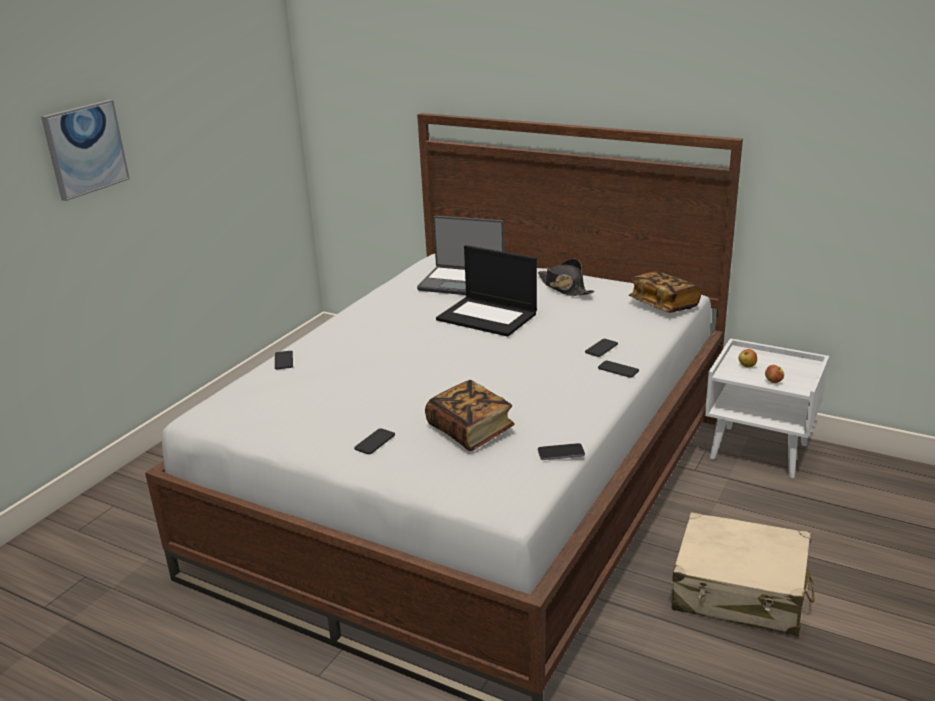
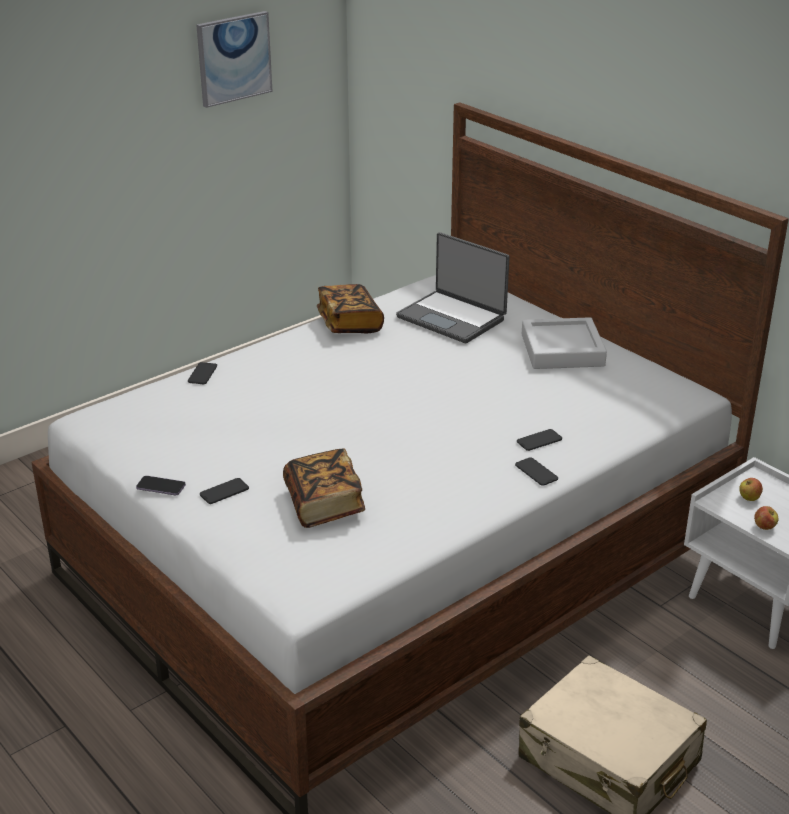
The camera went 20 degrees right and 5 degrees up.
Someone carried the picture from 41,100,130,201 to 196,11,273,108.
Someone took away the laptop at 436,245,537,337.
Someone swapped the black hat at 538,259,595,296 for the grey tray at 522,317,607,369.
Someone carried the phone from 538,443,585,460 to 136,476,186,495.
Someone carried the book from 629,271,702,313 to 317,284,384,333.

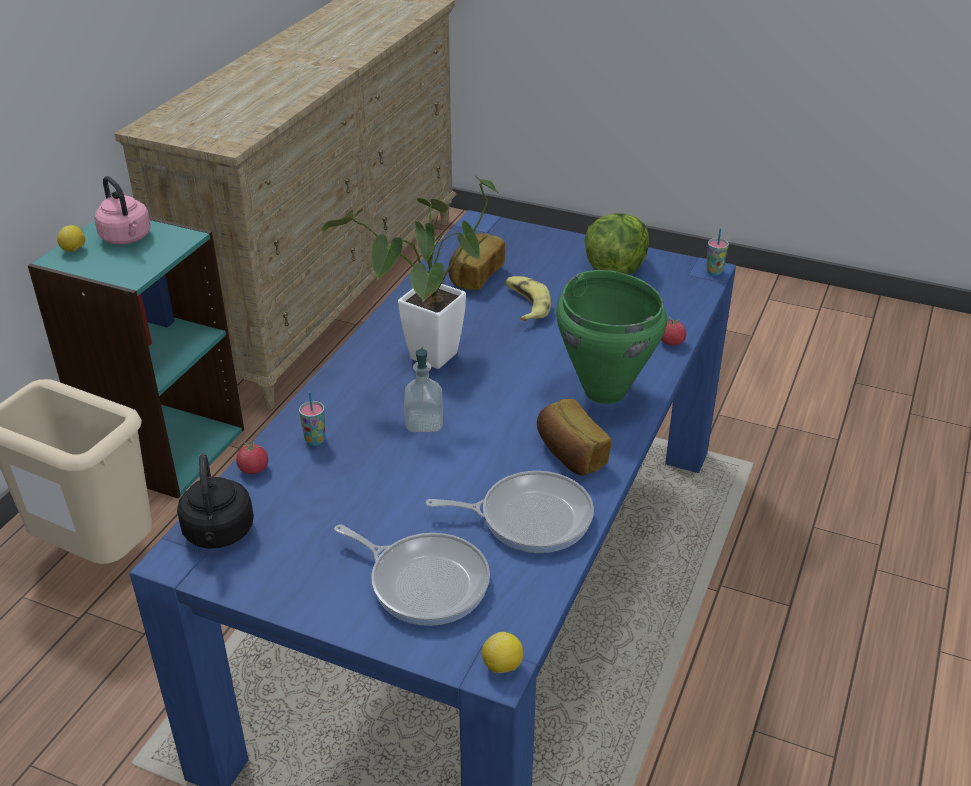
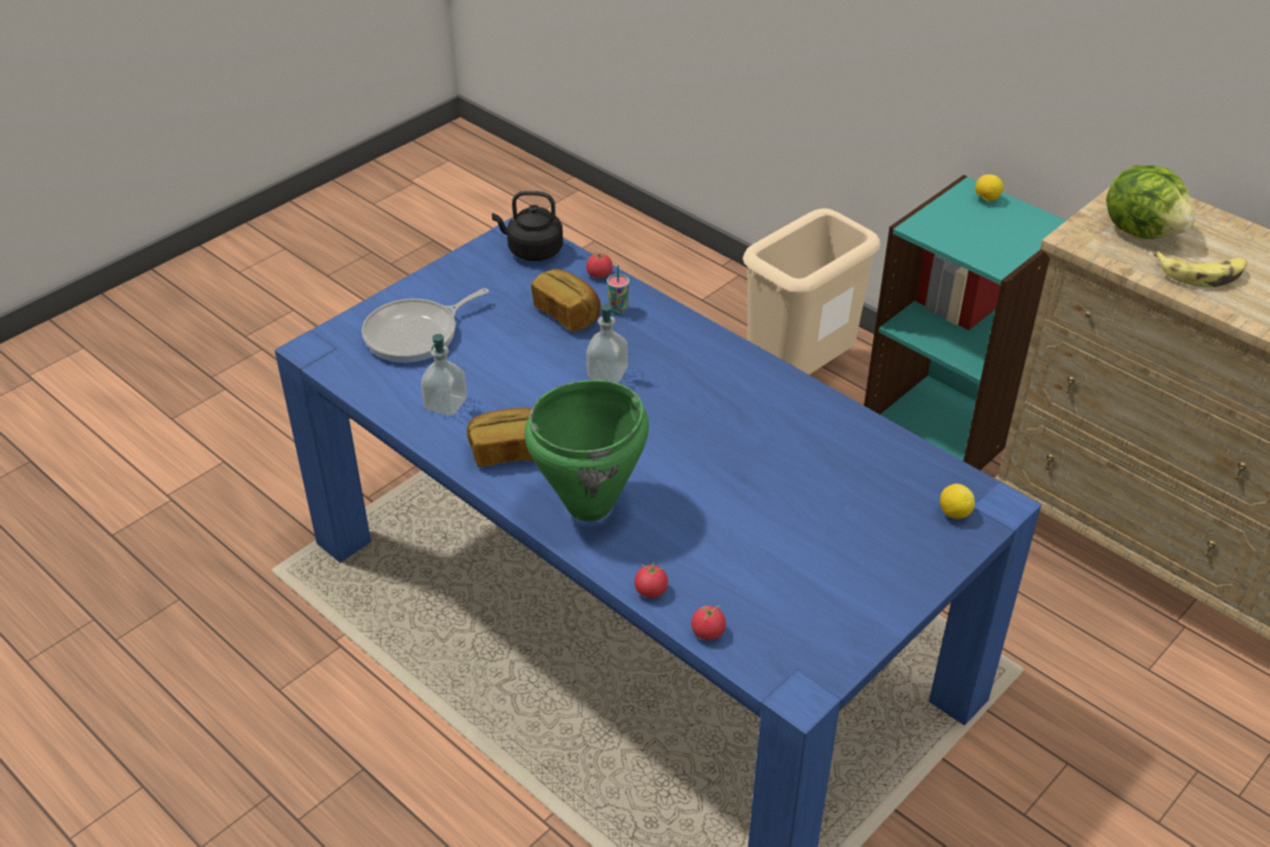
The camera went 110 degrees right and 5 degrees up.
Someone took away the pink kettle at 94,176,151,244.
Someone took away the potted plant at 321,176,498,369.
Someone swapped the frying pan at 426,471,594,553 for the soap dispenser at 421,334,467,415.
Someone carried the bread from 448,233,505,290 to 531,269,601,332.
Someone carried the lemon from 482,632,523,673 to 940,484,975,519.
Someone carried the banana from 505,276,551,322 to 1154,251,1247,287.
Someone carried the lettuce from 585,213,649,275 to 1106,165,1195,239.
Someone took away the cup at 706,228,729,276.
Someone put down the tomato at 691,605,726,640.

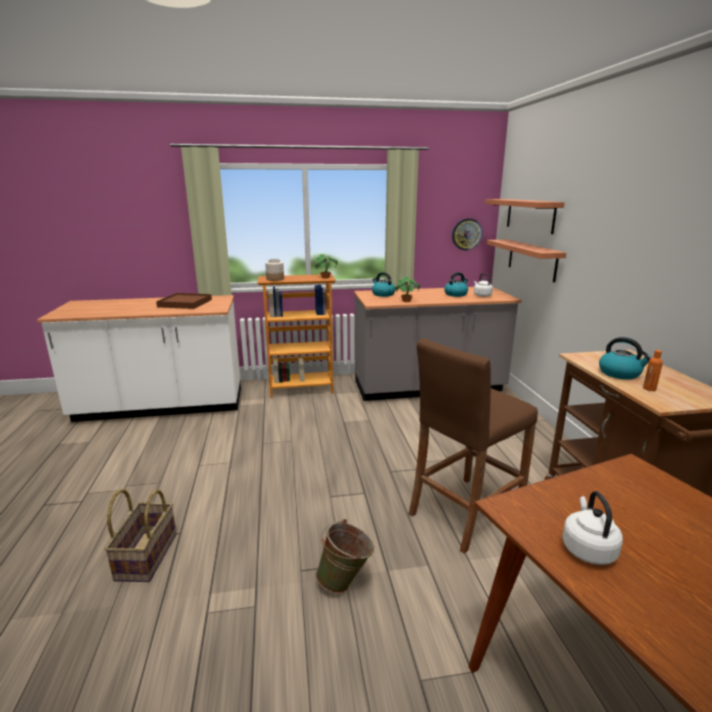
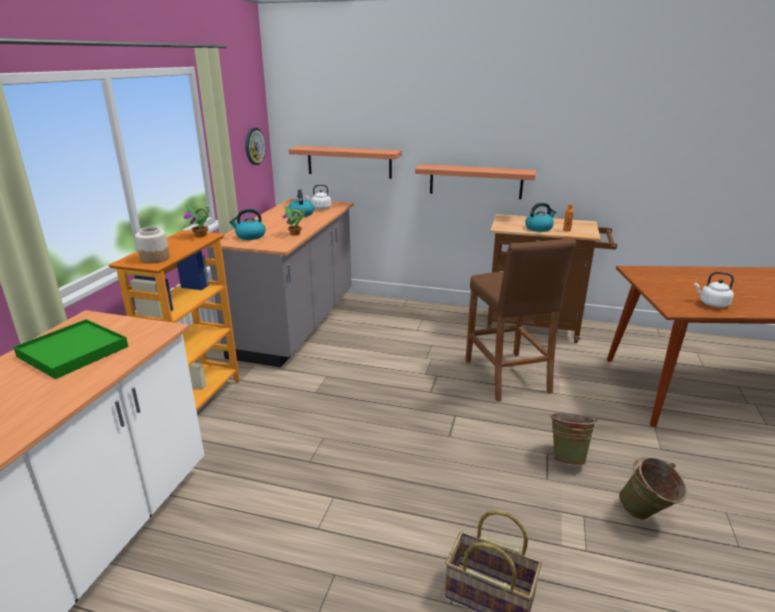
The camera went 65 degrees left and 5 degrees up.
Someone repainted the brown tray at 156,293,212,309, which became the green tray at 13,319,128,379.
Someone carried the shelf from 485,199,564,234 to 415,164,536,199.
Someone put down the green bucket at 619,457,687,520.

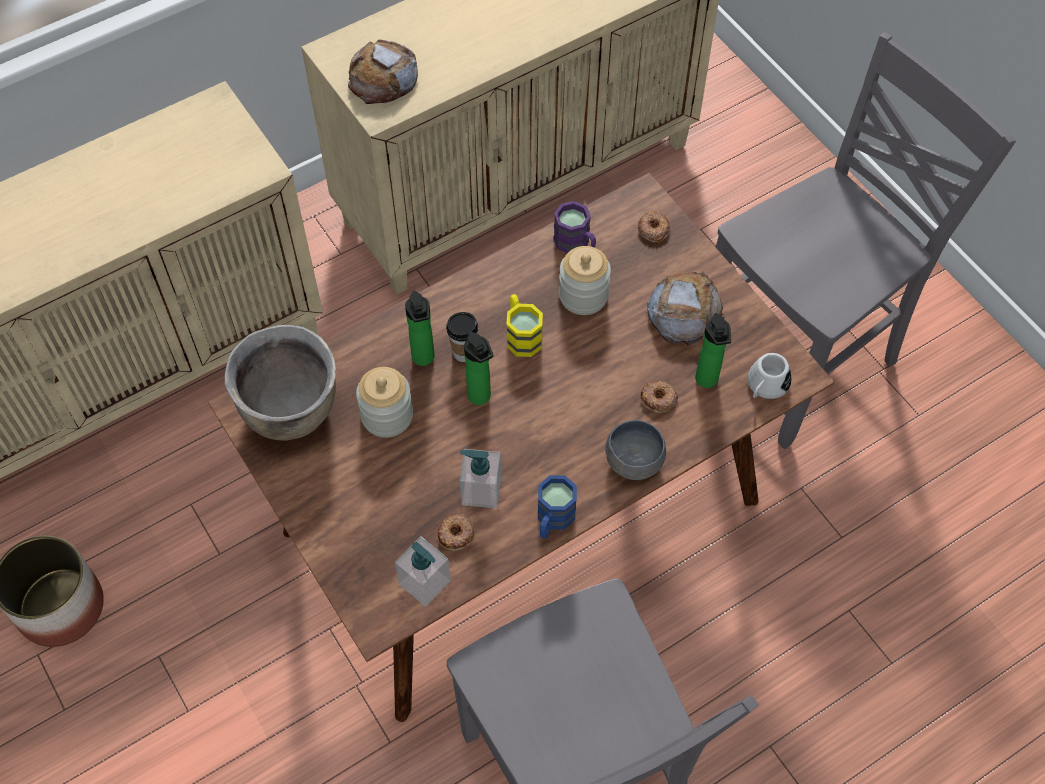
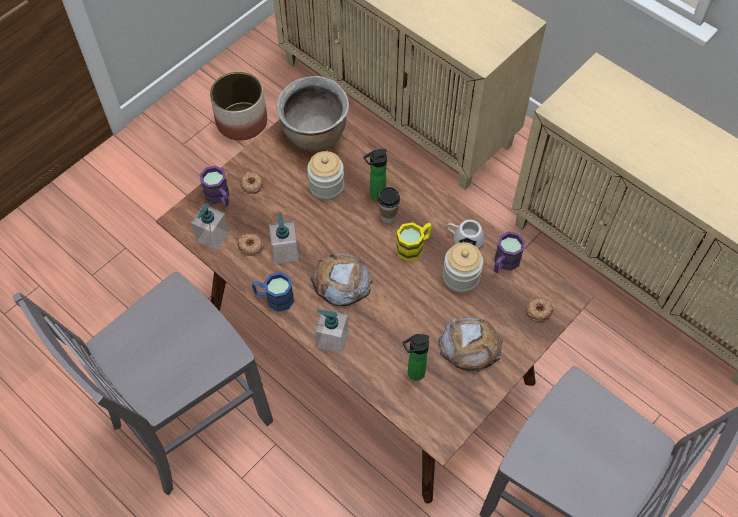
The camera went 75 degrees right and 0 degrees up.
Someone carried the bread from 348,39,418,104 to 310,253,372,306.
Someone took away the bottle at 464,332,494,405.
Someone swapped the grey bowl at 605,420,666,480 for the soap dispenser at 315,309,348,354.
Someone carried the donut from 641,381,678,413 to 240,171,263,194.
Someone carried the white mug from 747,353,792,399 to 447,220,484,249.
Someone put down the purple mug at 200,166,229,206.

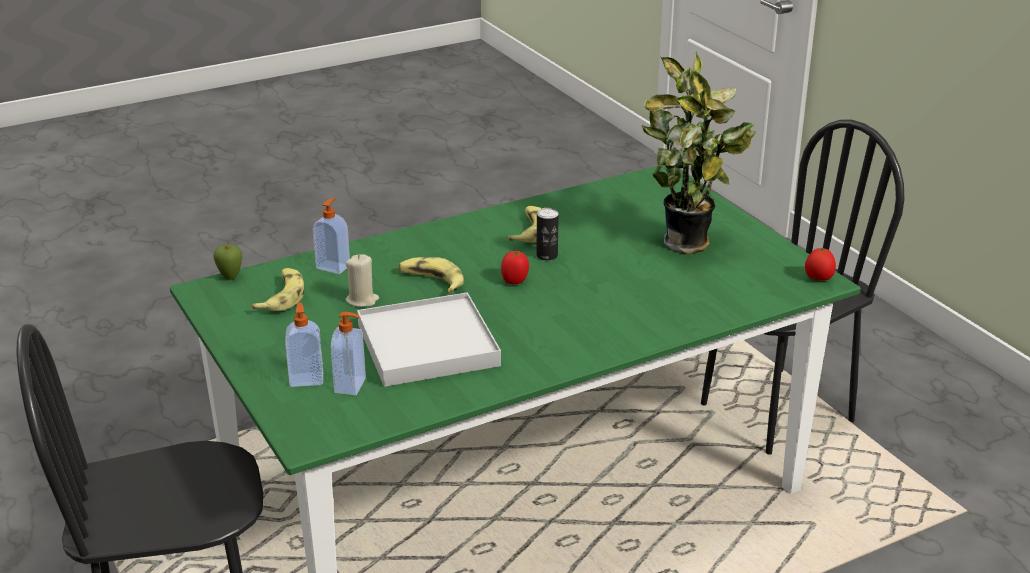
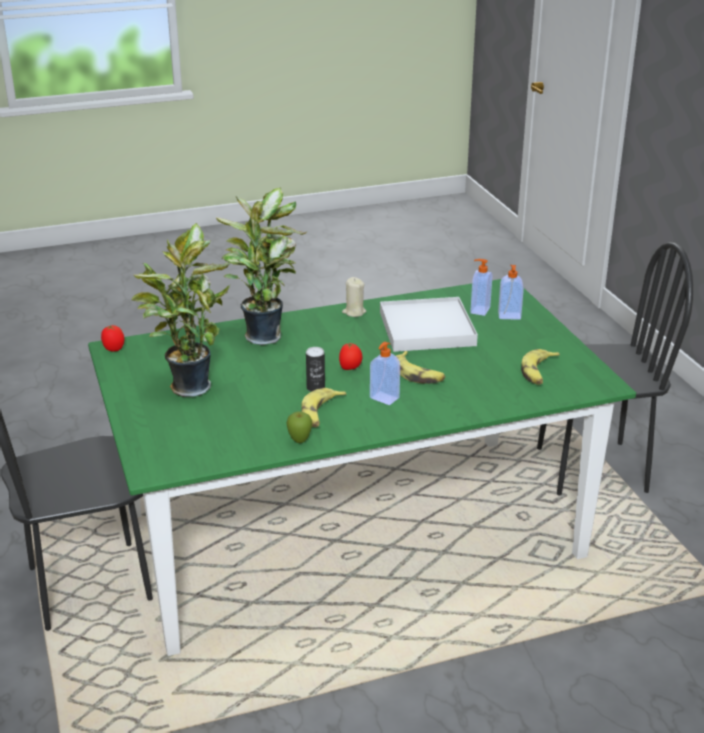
The camera went 170 degrees left and 0 degrees up.
Someone carried the apple from 213,244,242,280 to 286,411,312,443.
Someone carried the soap dispenser from 313,198,350,274 to 370,342,400,405.
Someone carried the beige candle from 345,254,379,307 to 342,277,366,317.
Someone put down the potted plant at 216,187,308,345.

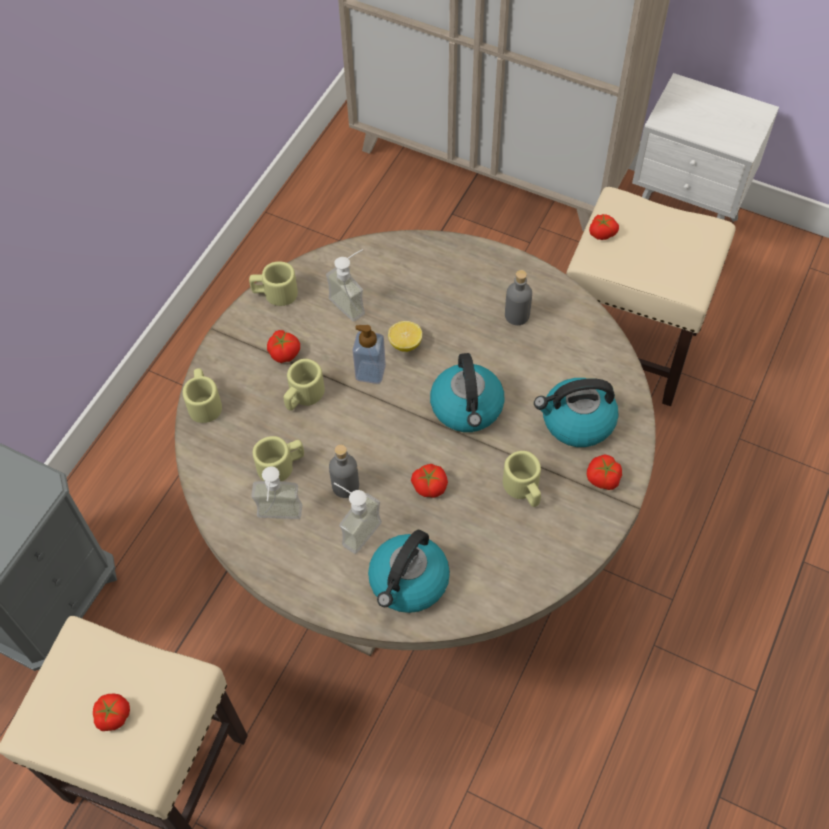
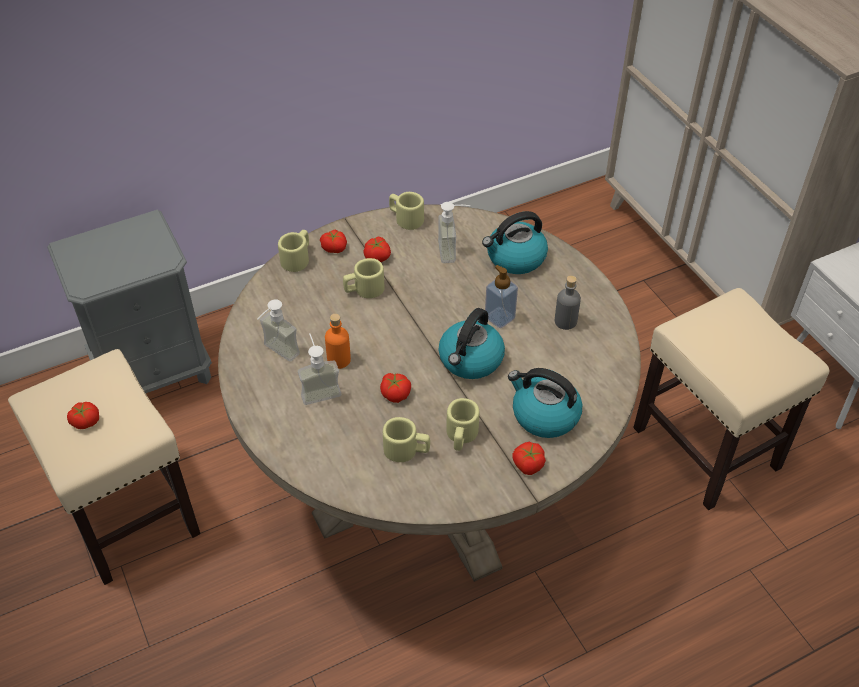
The camera went 35 degrees right and 10 degrees down.
Someone carried the beige mug from 253,436,304,481 to 383,417,430,462.
Someone repainted the grey bottle at 329,445,359,498, which became the orange bottle at 325,314,351,369.
Someone carried the soap dispenser from 353,325,386,384 to 485,265,518,328.
Someone carried the kettle from 368,530,450,613 to 482,211,548,274.
Someone took away the lemon at 388,321,422,352.
Someone carried the tomato from 589,214,619,240 to 320,229,347,253.

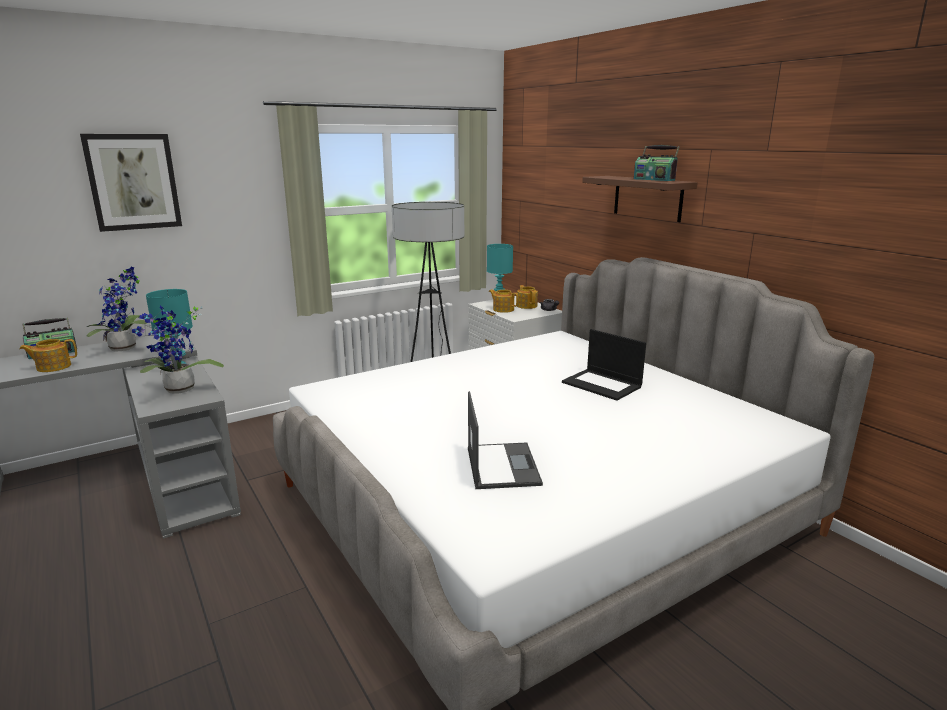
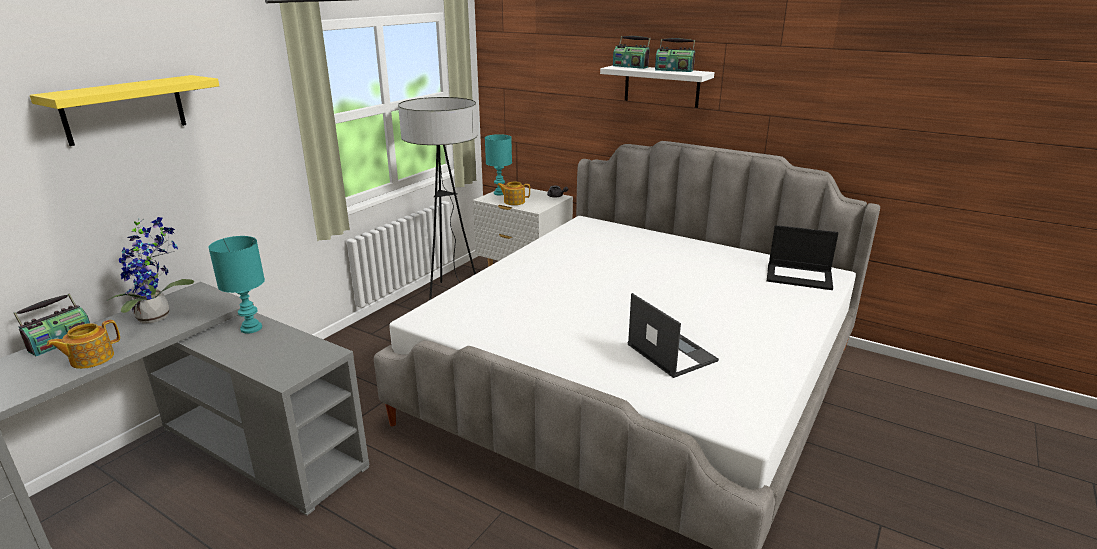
The camera went 25 degrees left and 5 degrees up.
Someone swapped the picture at 80,134,182,232 for the yellow shelf at 30,75,219,146.
Someone took away the potted plant at 132,305,224,394.
Someone took away the teapot at 517,285,538,309.
Someone carried the laptop from 562,329,646,401 to 767,225,838,290.
Someone repainted the brown shelf at 582,176,698,222, which became the white shelf at 600,65,715,108.
Someone put down the radio at 613,36,651,69.

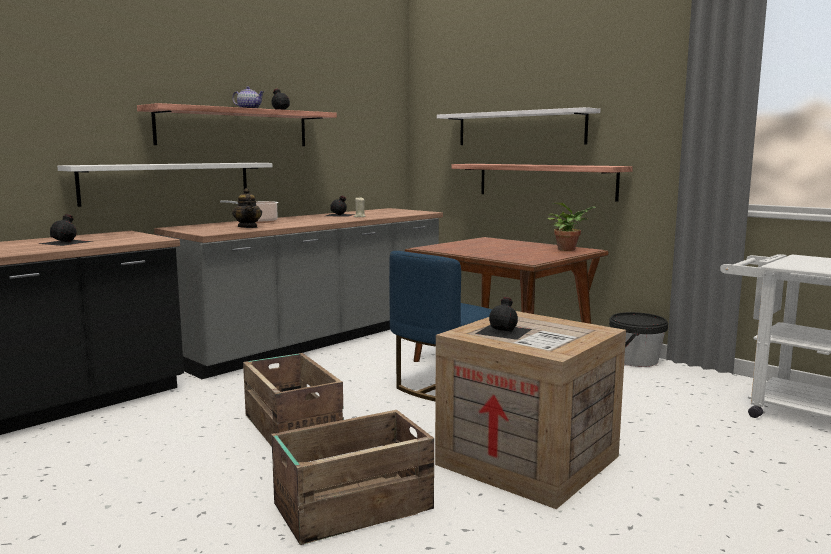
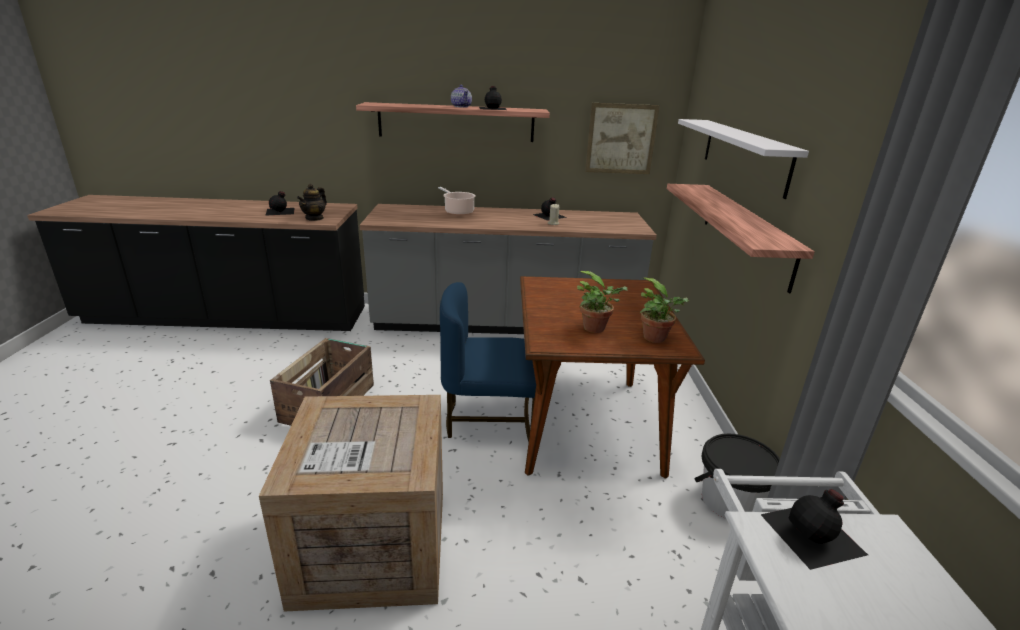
The camera went 45 degrees right and 15 degrees up.
Someone took away the white shelf at 57,163,273,207.
Someone carried the teapot from 232,188,262,228 to 297,183,327,221.
Someone took away the crate at 271,410,434,545.
Someone carried the black bottle from 475,297,532,340 to 760,489,868,570.
Someone put down the potted plant at 577,271,627,333.
Someone put up the picture at 585,103,660,174.

